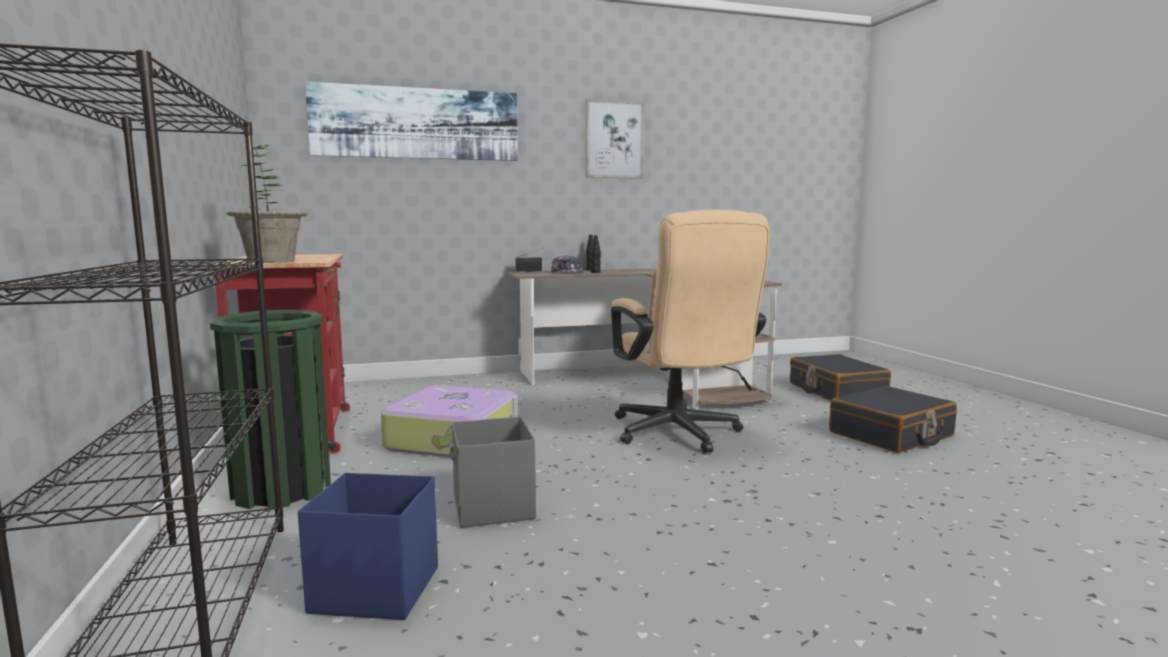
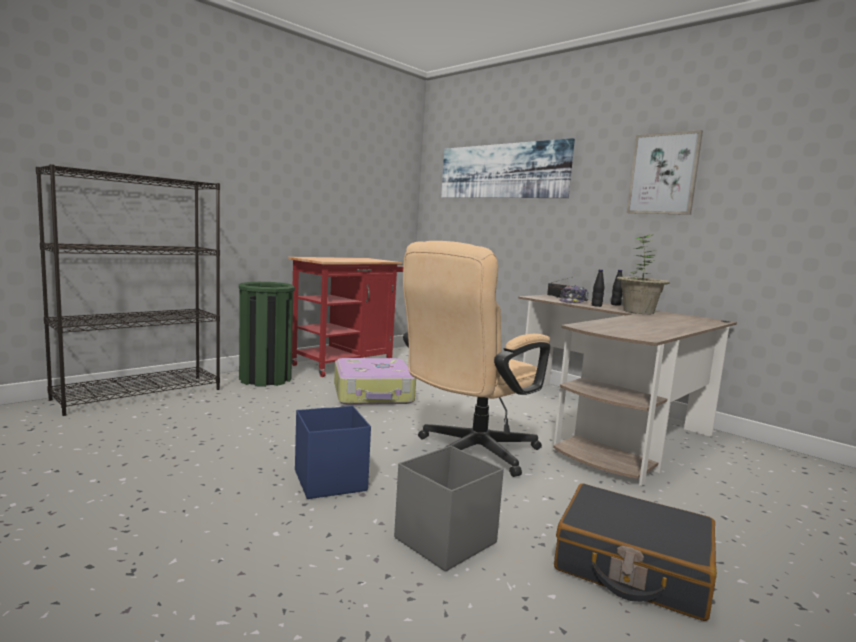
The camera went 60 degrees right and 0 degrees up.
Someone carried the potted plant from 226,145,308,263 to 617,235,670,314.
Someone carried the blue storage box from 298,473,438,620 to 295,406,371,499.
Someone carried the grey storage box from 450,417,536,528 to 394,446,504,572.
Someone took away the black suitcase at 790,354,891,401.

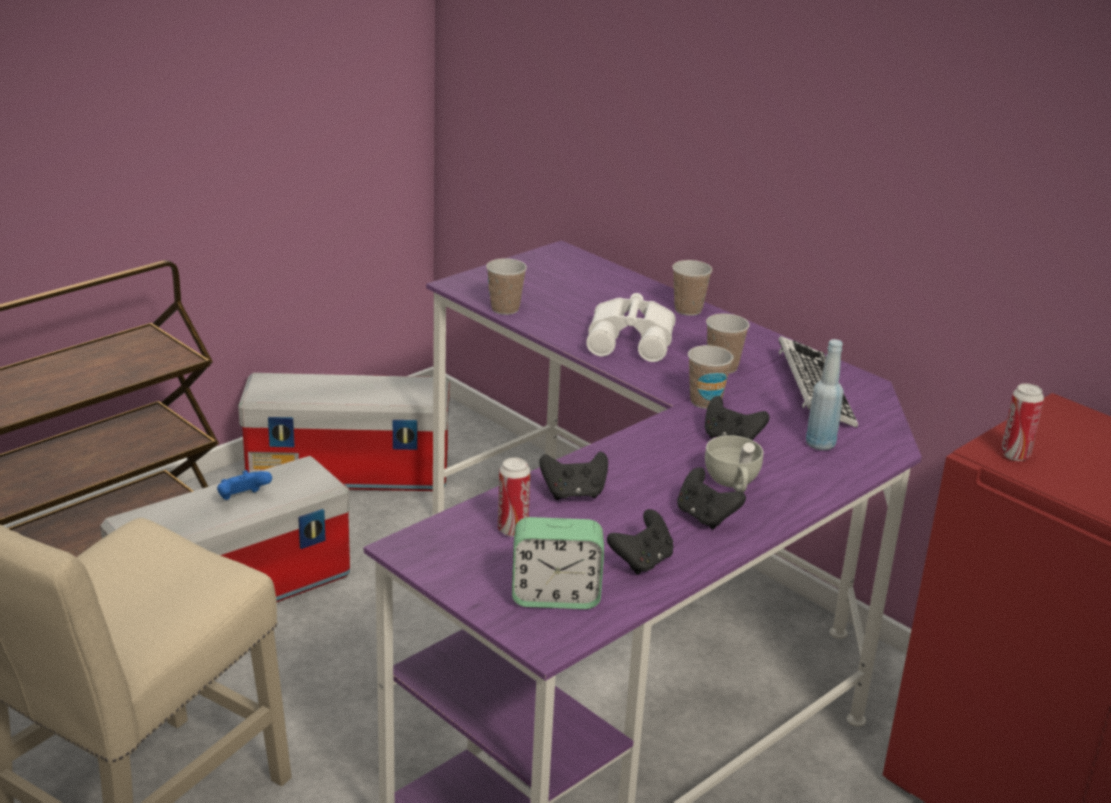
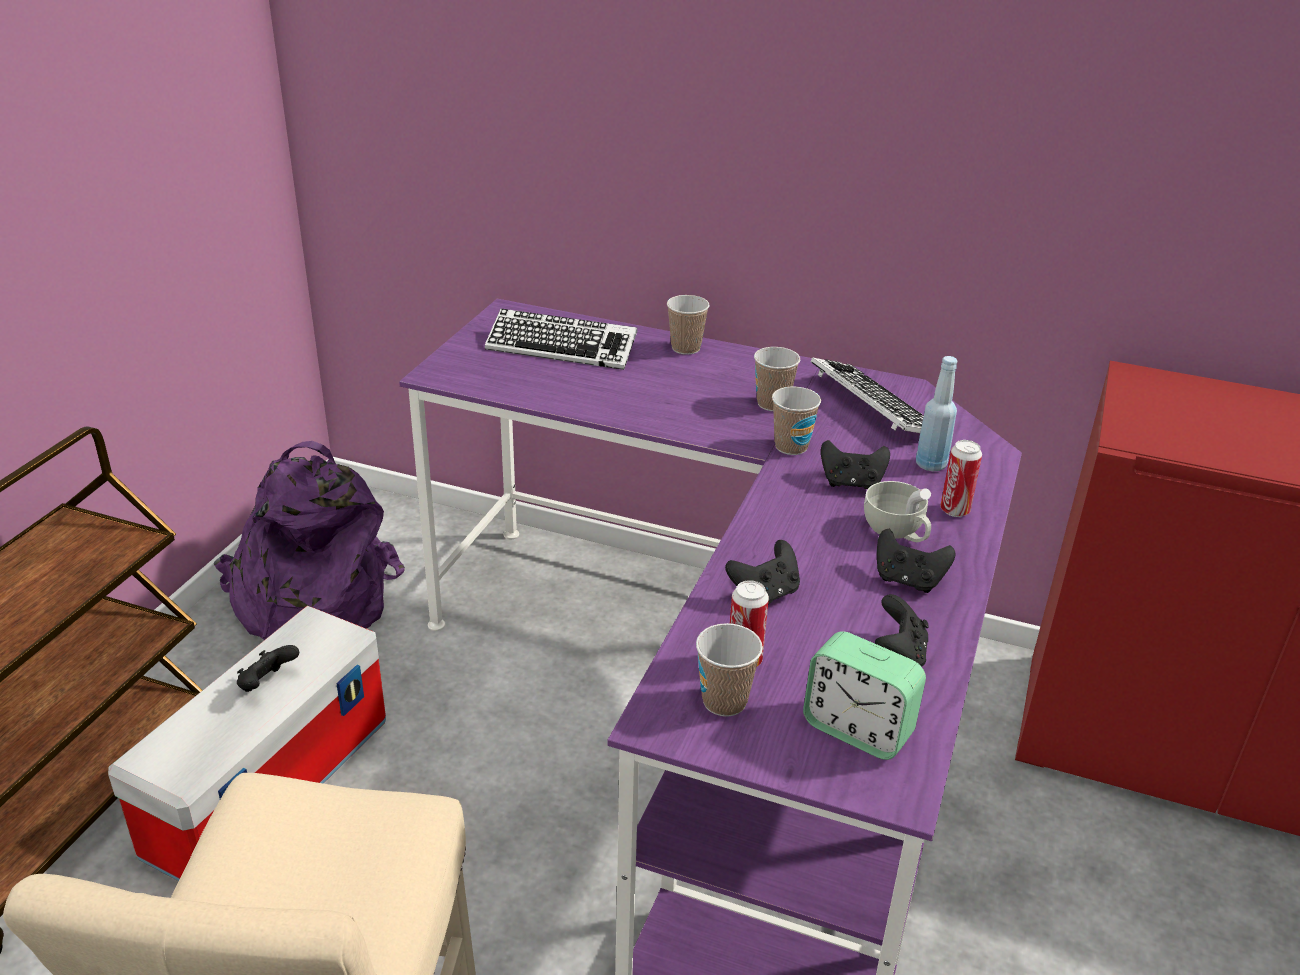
The camera went 25 degrees left and 5 degrees up.
Someone repainted the blue game controller at 217,470,272,500, which became the black game controller at 237,645,299,692.
Someone swapped the storage box at 238,373,449,491 for the purple backpack at 214,441,405,640.
Someone carried the cup from 486,258,527,315 to 696,623,763,717.
Someone rotated the alarm clock at 512,517,604,609 by 60 degrees clockwise.
Someone took away the white binoculars at 586,293,676,362.
Someone carried the can from 1000,383,1044,461 to 940,440,982,517.
Someone put down the keyboard at 485,309,638,370.

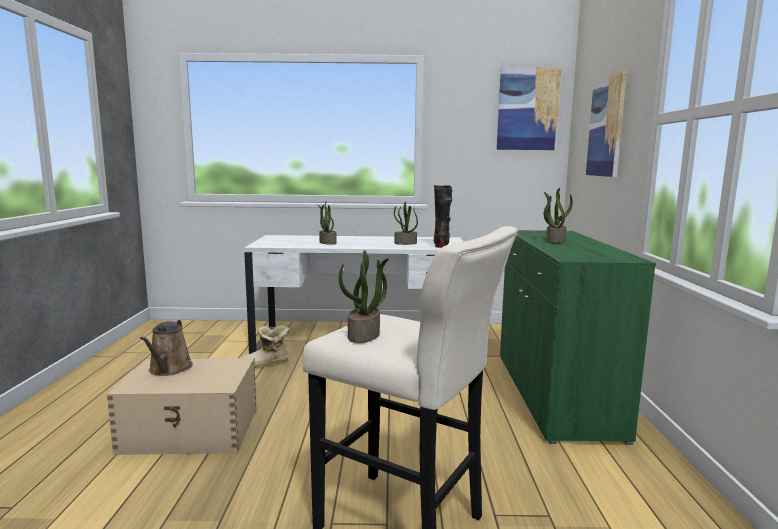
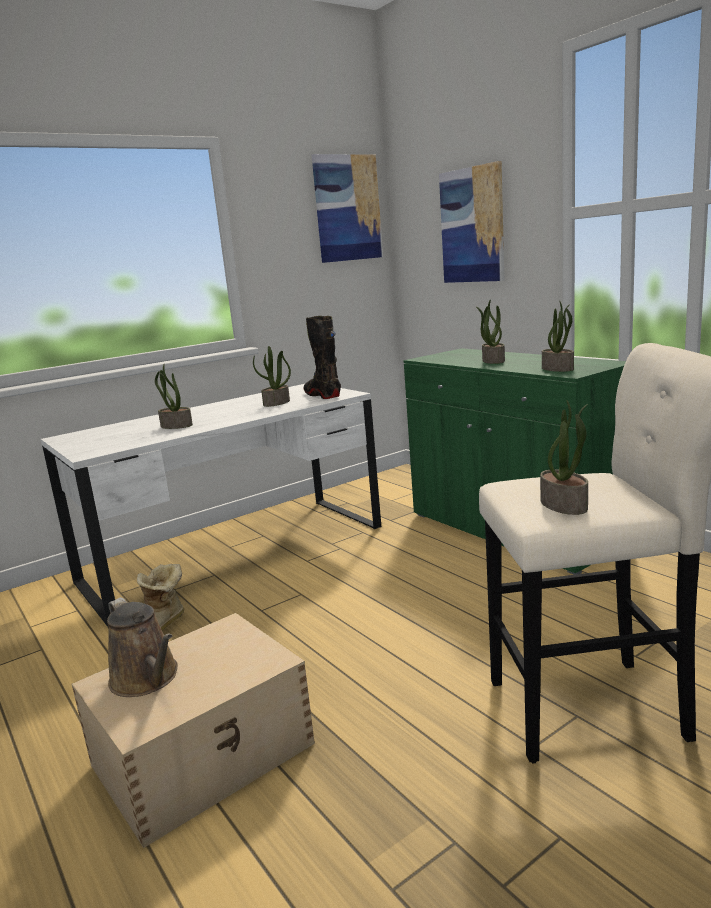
The camera went 35 degrees left and 5 degrees up.
Someone put down the potted plant at 542,300,574,372.

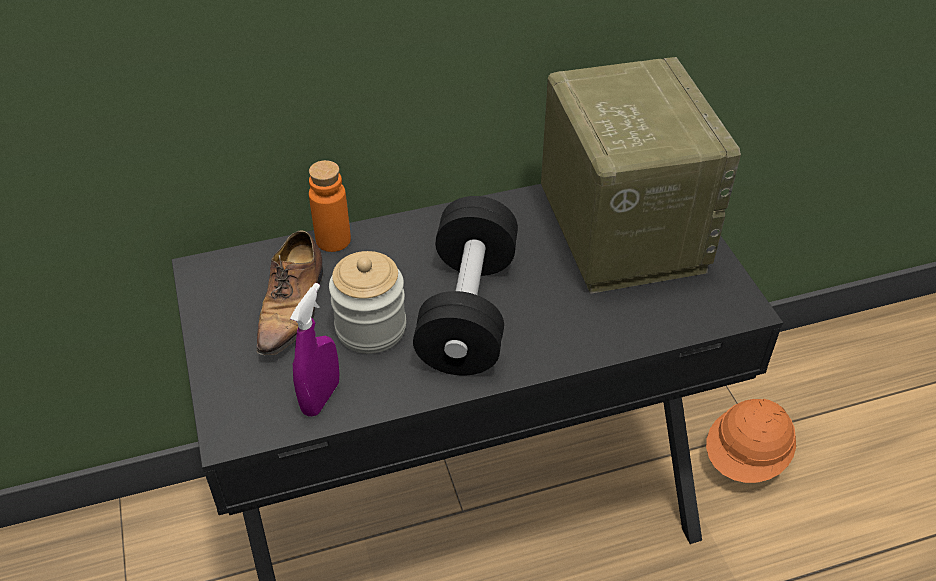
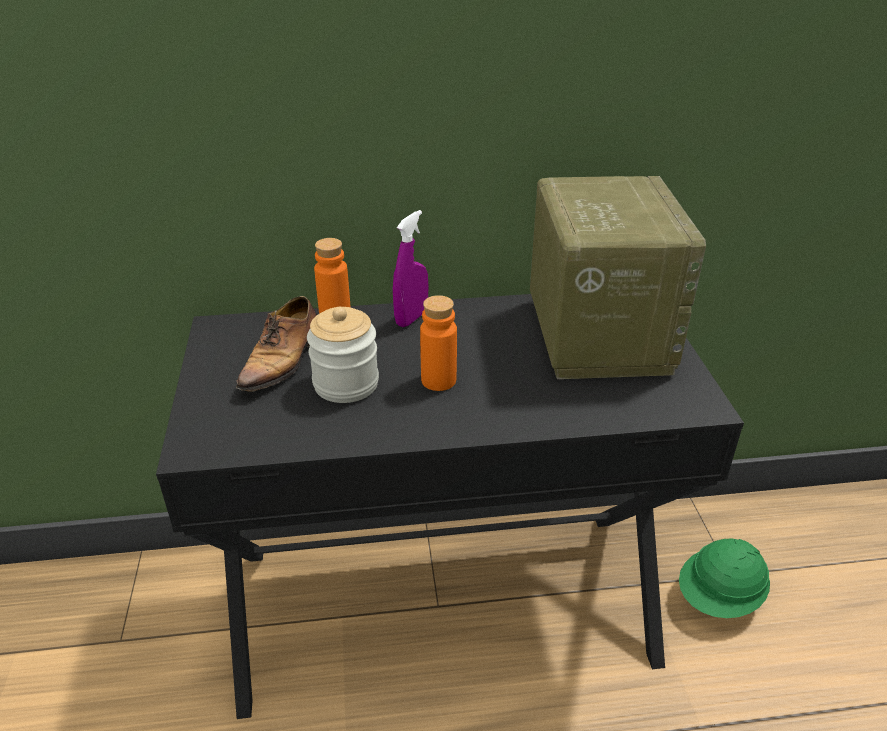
The camera went 10 degrees right and 10 degrees down.
Someone carried the purple spray bottle from 290,283,340,417 to 393,210,428,327.
Someone swapped the black dumbbell at 413,196,518,376 for the orange bottle at 420,295,457,391.
Someone repainted the orange hard hat at 706,399,796,483, which became the green hard hat at 679,539,770,618.

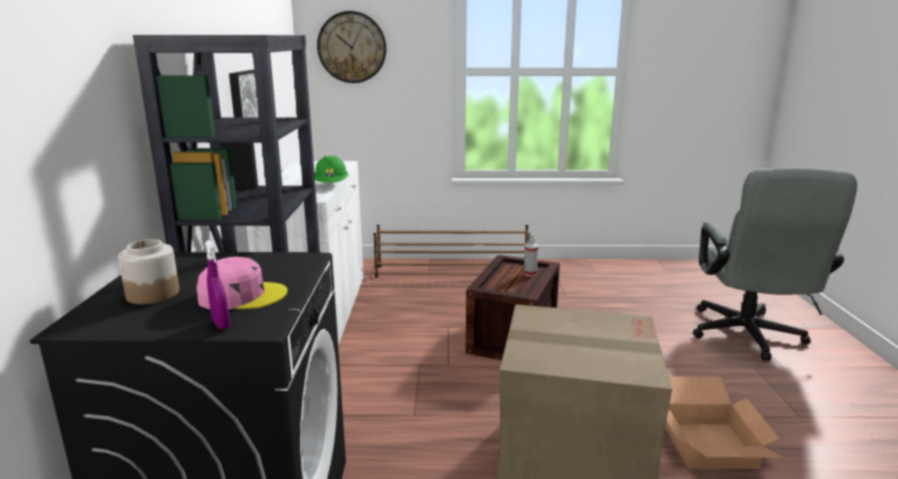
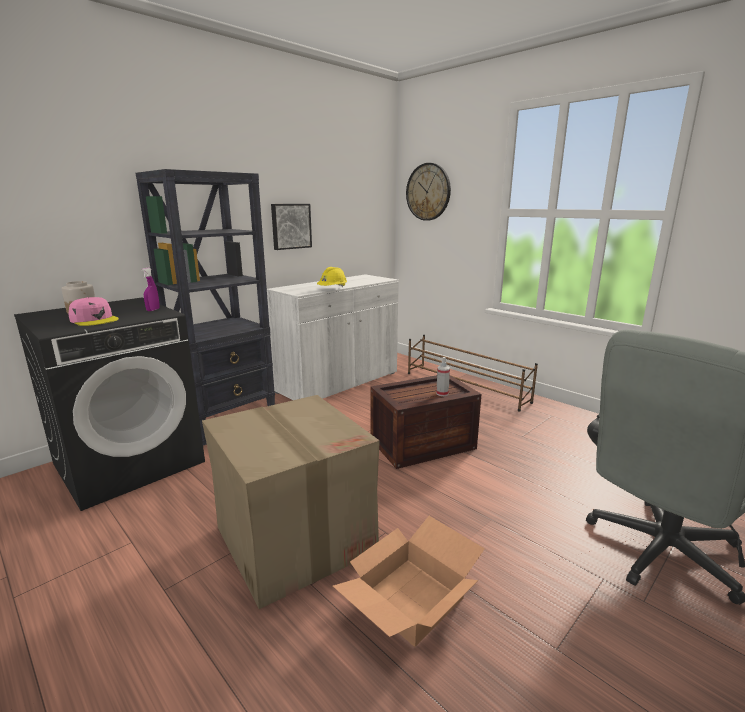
The camera went 45 degrees right and 0 degrees up.
Someone carried the purple spray bottle from 205,240,230,329 to 141,268,160,311.
Someone repainted the green hard hat at 314,156,349,183, which became the yellow hard hat at 317,267,347,287.

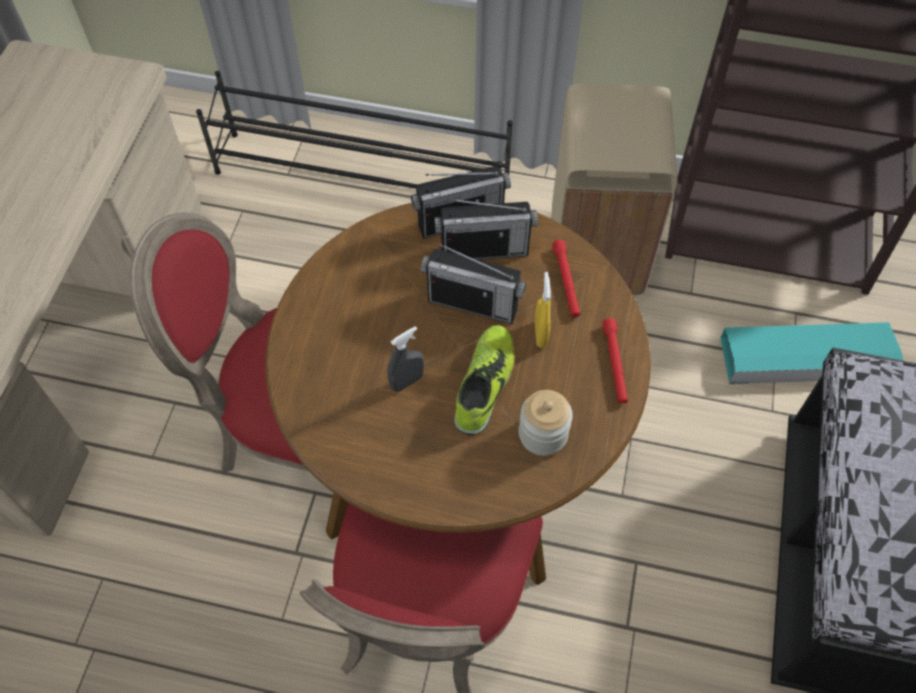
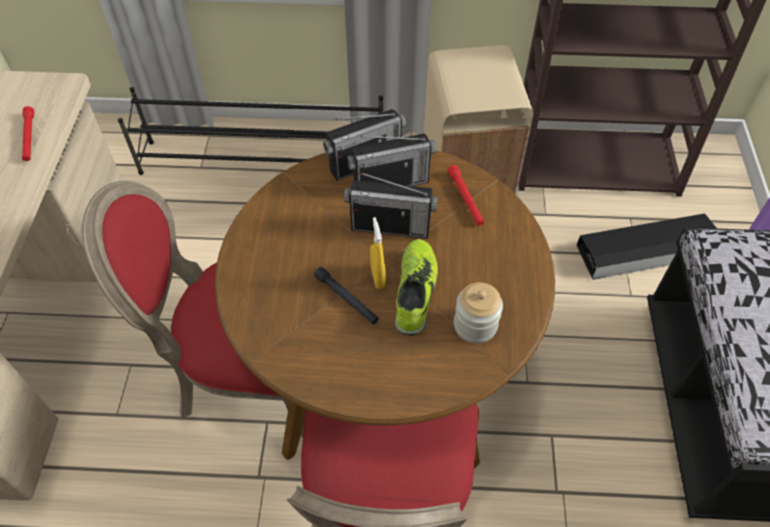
The camera went 10 degrees left and 5 degrees down.
Someone swapped the grey spray bottle at 387,326,424,392 for the black flashlight at 314,267,378,324.
Someone carried the yellow spray bottle from 535,272,551,348 to 370,217,386,289.
Someone carried the red flashlight from 602,318,628,404 to 22,106,34,161.
Someone repainted the turquoise storage box at 720,322,903,384, which became the black storage box at 577,213,716,280.

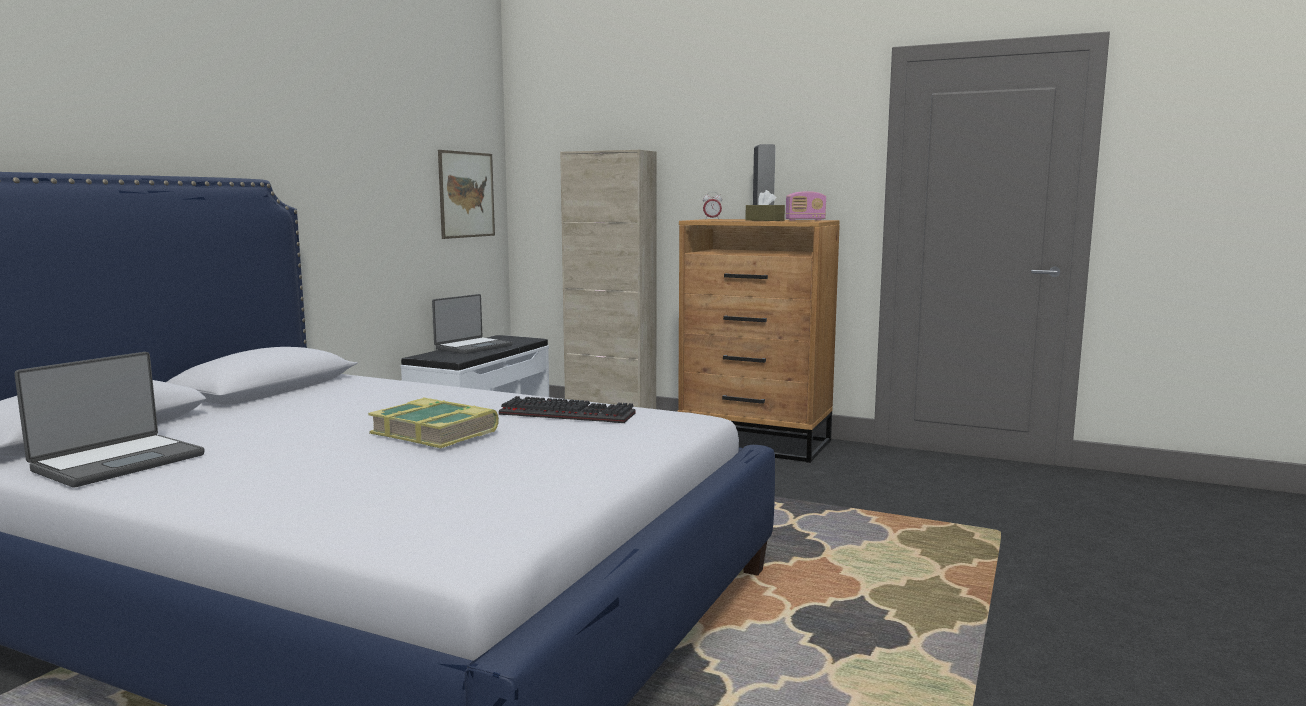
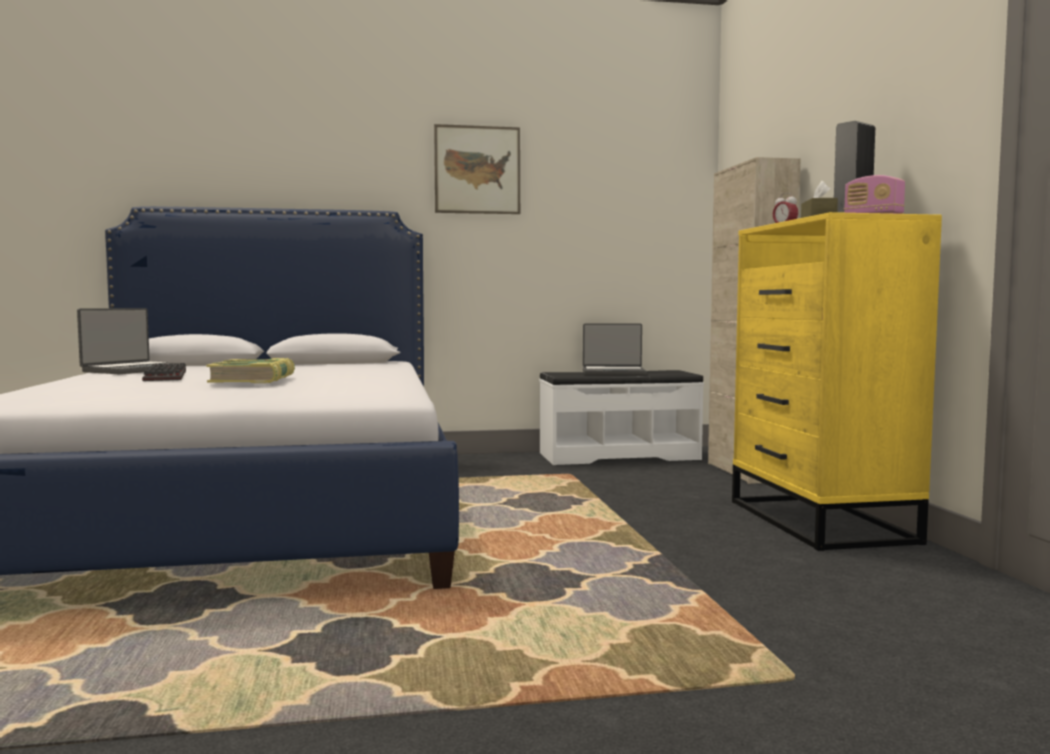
The camera went 55 degrees right and 5 degrees down.
Someone rotated the laptop at 14,352,205,487 by 60 degrees counterclockwise.
Someone carried the picture from 438,150,495,239 to 434,124,520,214.
Someone carried the keyboard from 499,396,635,423 to 142,363,186,381.
Someone repainted the brown dresser at 677,219,840,463, which became the yellow dresser at 732,212,942,551.

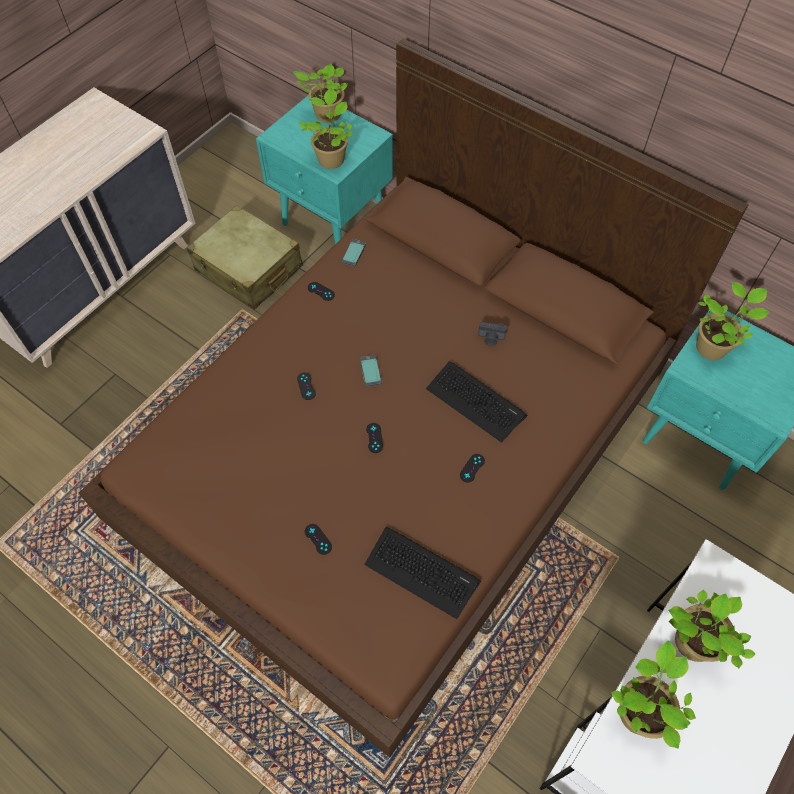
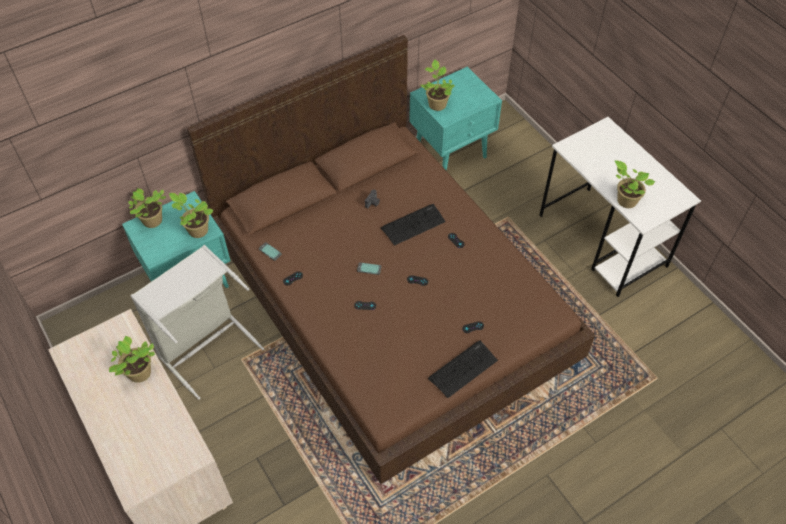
The camera went 70 degrees left and 5 degrees down.
Someone swapped the beige suitcase at 187,205,303,310 for the grey laundry basket at 130,245,264,400.
Someone carried the keyboard from 364,527,481,619 to 428,340,498,398.
Someone carried the potted plant from 668,590,756,668 to 109,336,155,383.

